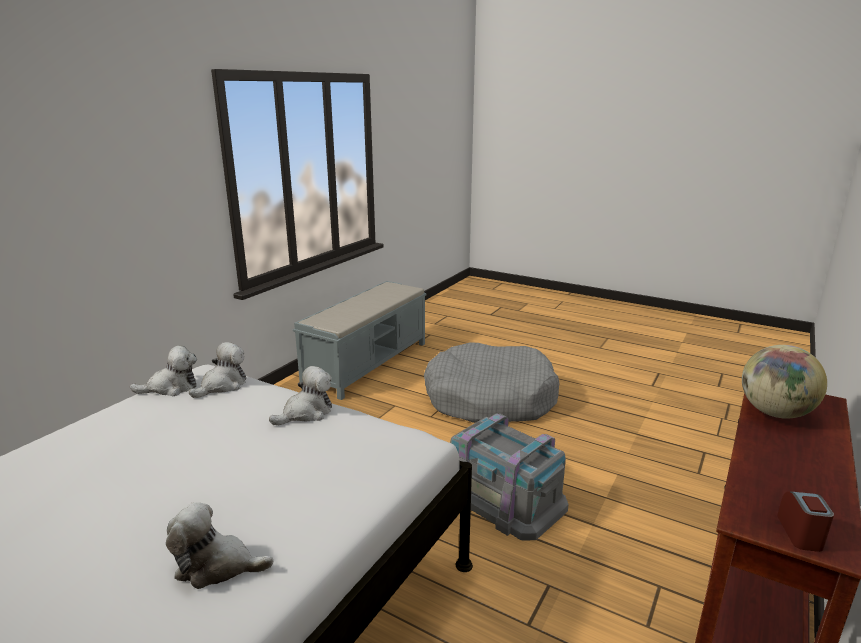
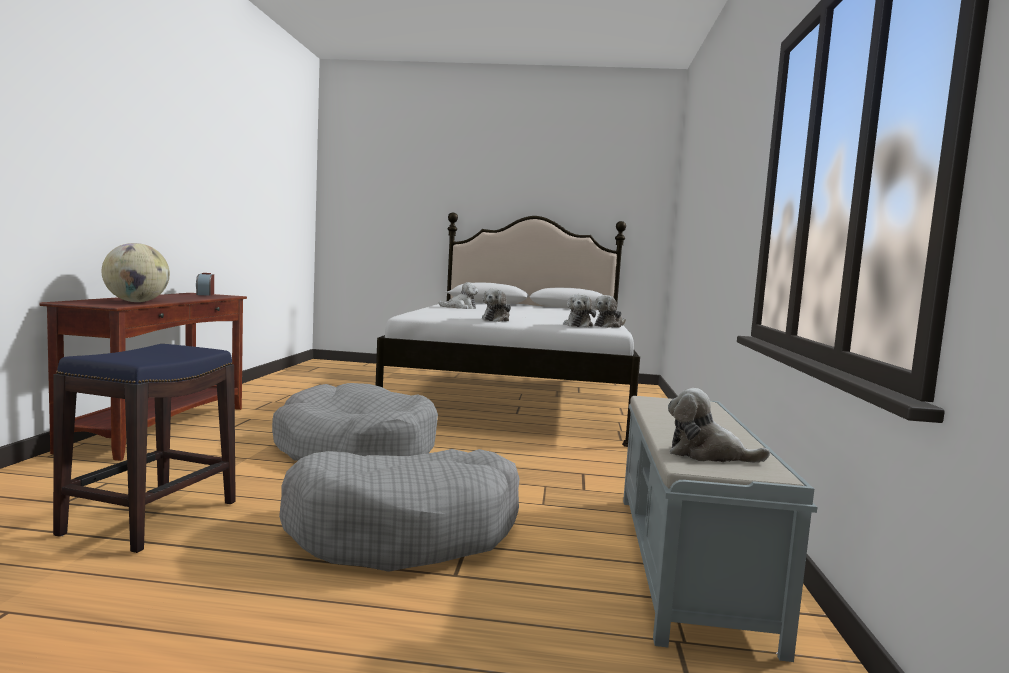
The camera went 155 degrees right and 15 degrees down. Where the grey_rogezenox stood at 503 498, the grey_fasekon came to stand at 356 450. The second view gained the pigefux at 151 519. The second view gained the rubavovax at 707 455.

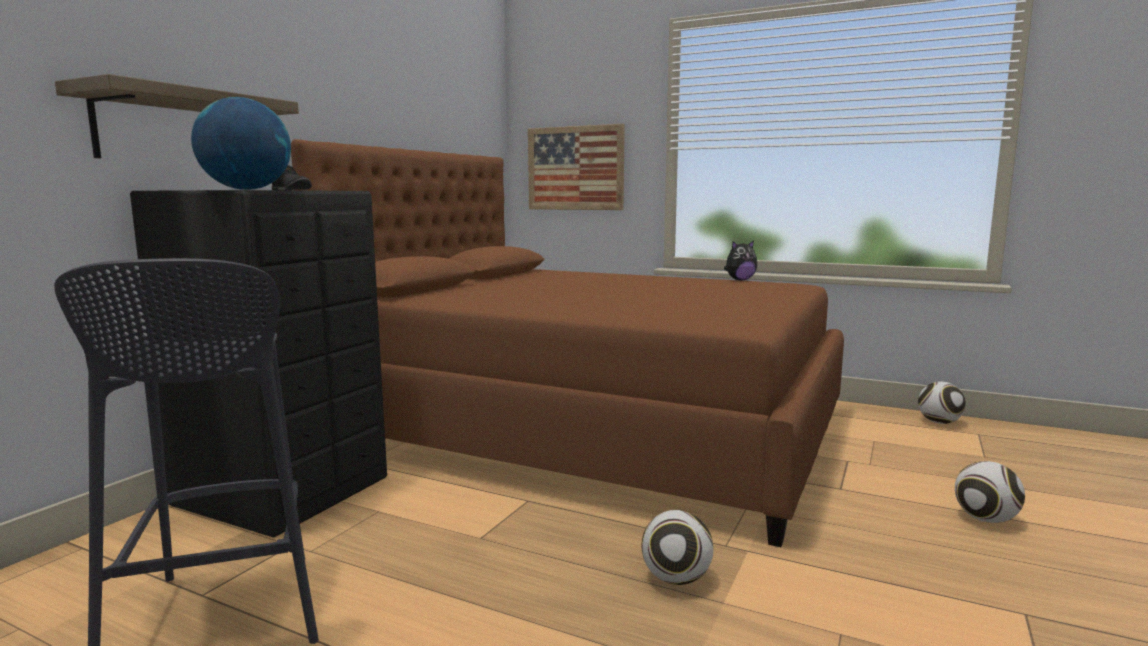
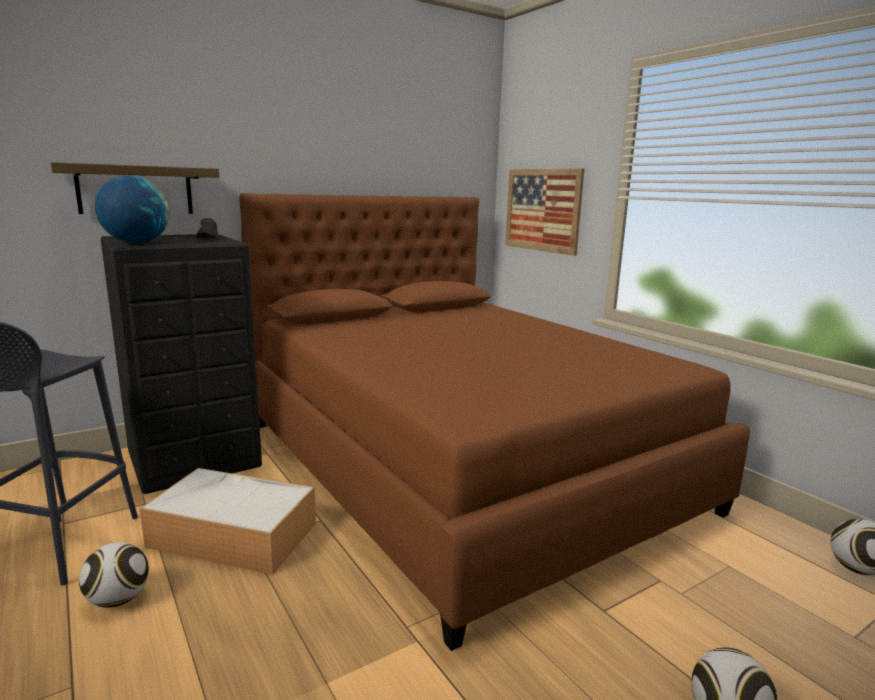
The camera went 30 degrees right and 5 degrees up. The second view lost the rubavovax at 740 280. The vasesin ended up elsewhere, having gone from 676 578 to 119 599. The second view gained the rogezenox at 231 535.

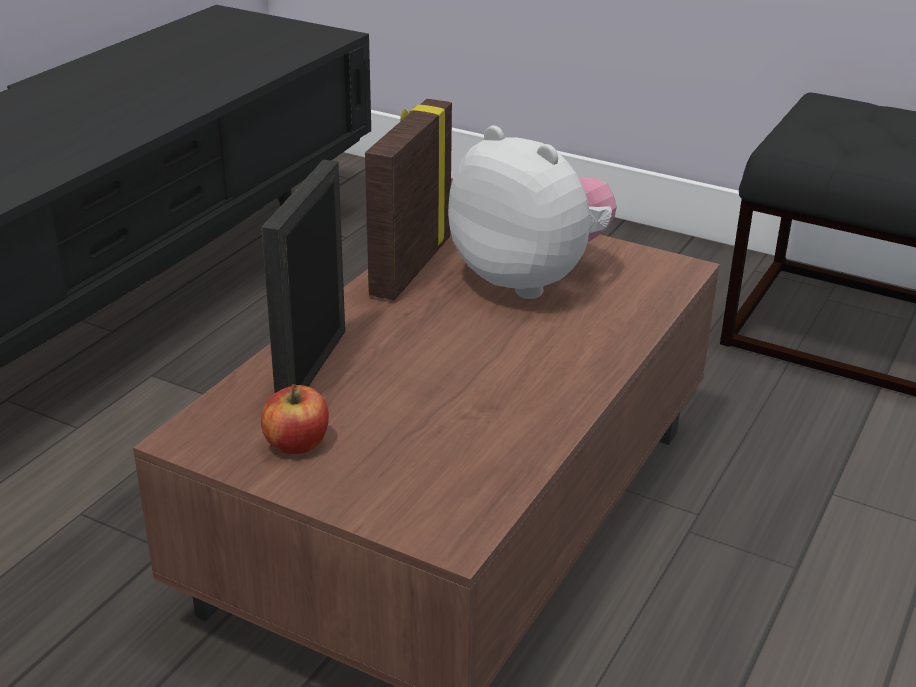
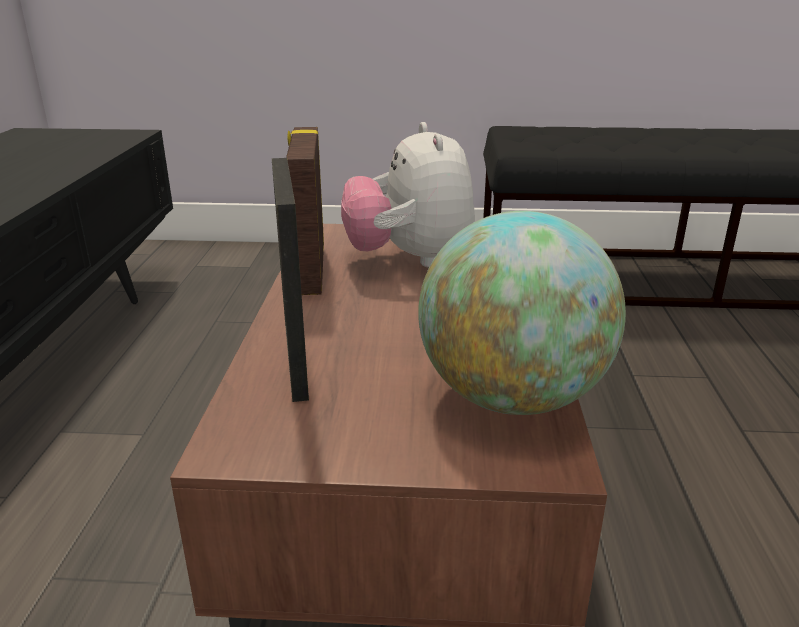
The camera went 25 degrees left and 5 degrees down. The rubavovax at 529 278 ended up facing another way, 120 degrees counterclockwise from before. The second view lost the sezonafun at 297 443. The second view gained the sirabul at 512 397.

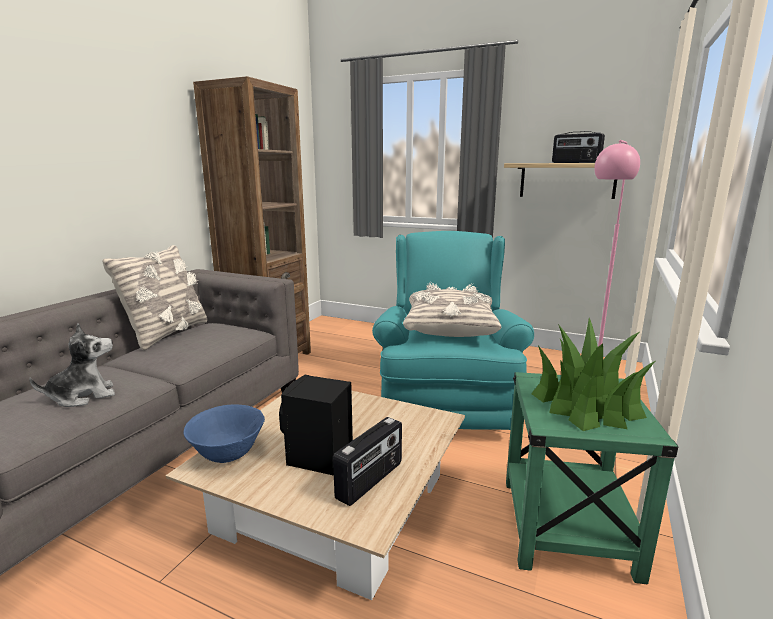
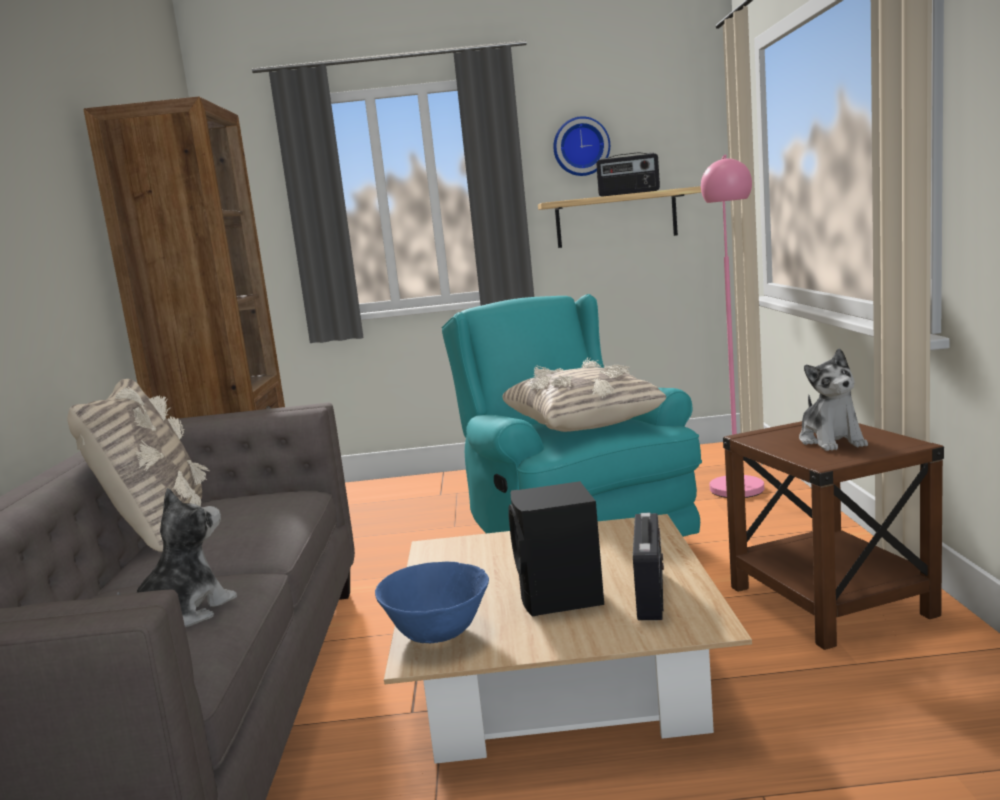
The camera went 25 degrees left and 5 degrees down. Where the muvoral stood at 586 405, the rubavovax came to stand at 831 441. What was the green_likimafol at 567 528 turned into the brown_likimafol at 830 603. The second view gained the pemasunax at 581 146.

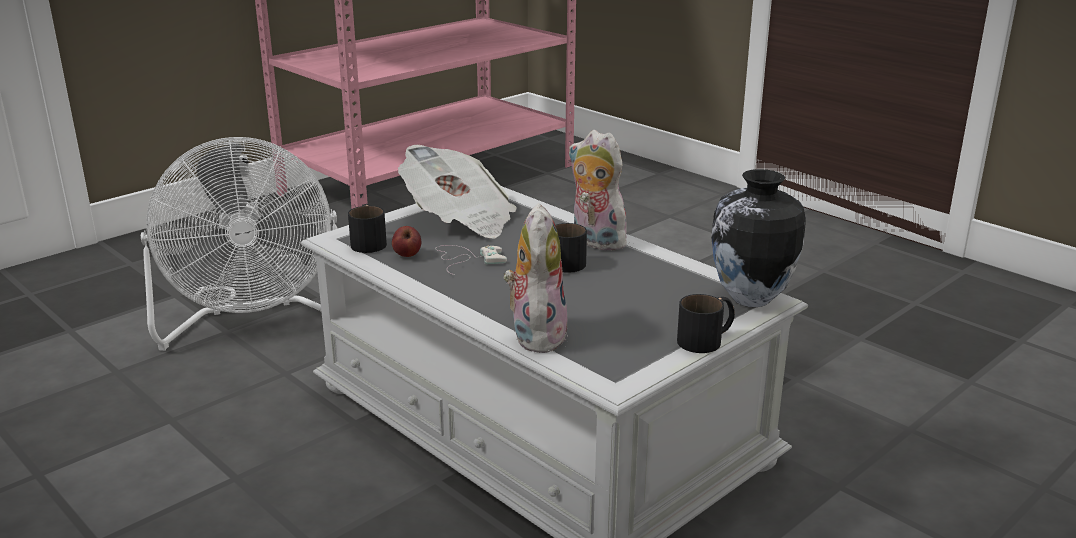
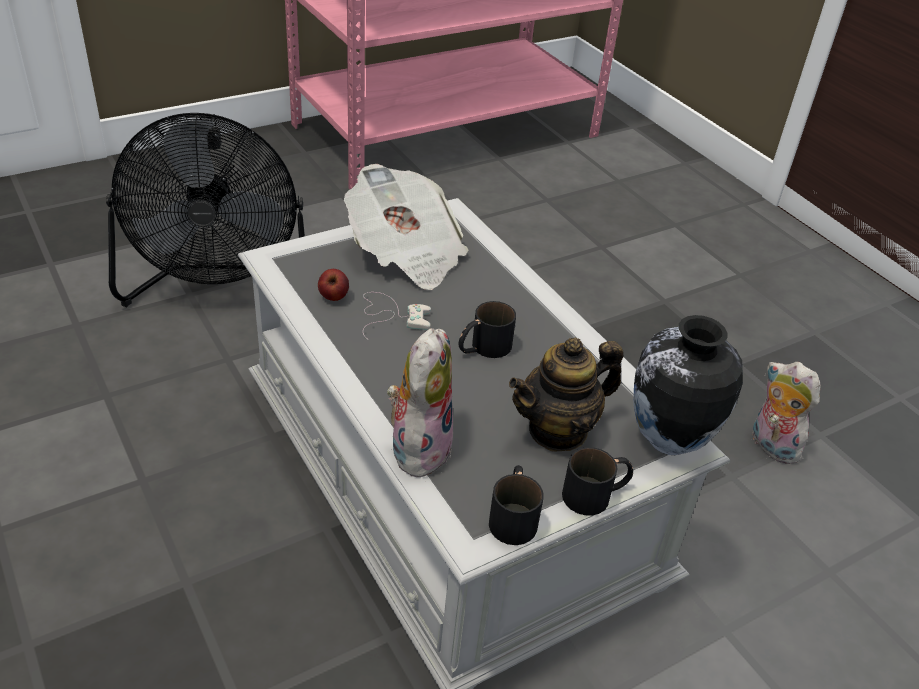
The camera went 10 degrees right and 15 degrees up. The rubavovax ended up elsewhere, having gone from 594 242 to 770 446. What was the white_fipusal at 247 320 turned into the black_fipusal at 212 283. The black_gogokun ended up elsewhere, having gone from 368 241 to 513 515. The second view gained the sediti at 558 430.

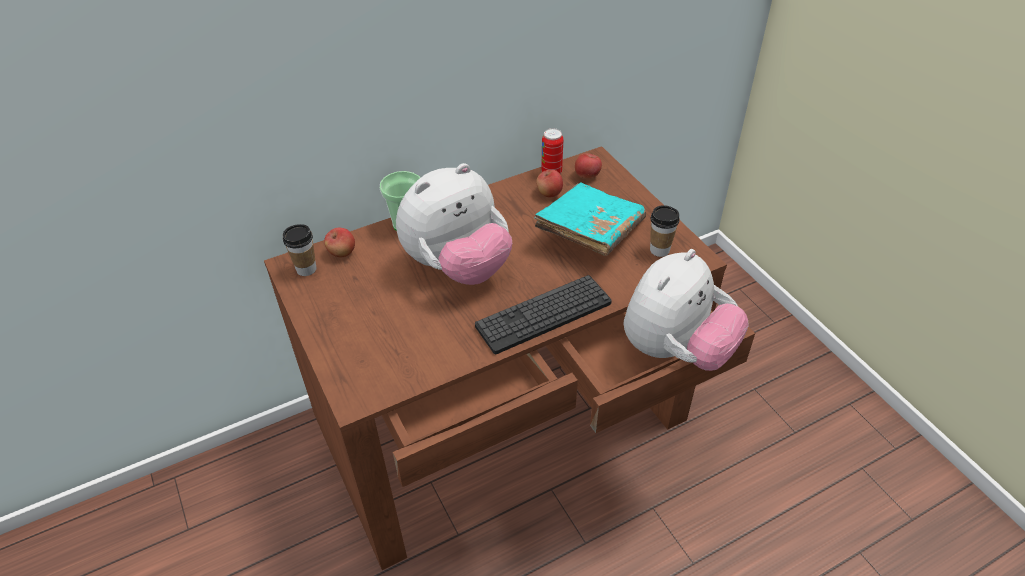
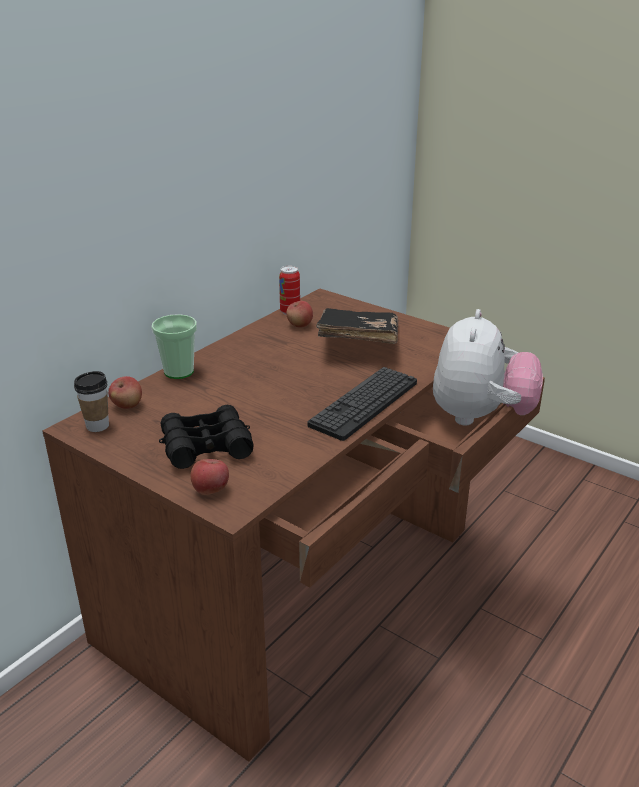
The camera went 25 degrees left and 15 degrees down. The sezonafun ended up elsewhere, having gone from 587 176 to 210 490. The second view lost the rubavovax at 458 267. What was the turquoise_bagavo at 590 232 turned into the black_bagavo at 357 342. The second view lost the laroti at 659 250. The second view gained the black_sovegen at 206 446.

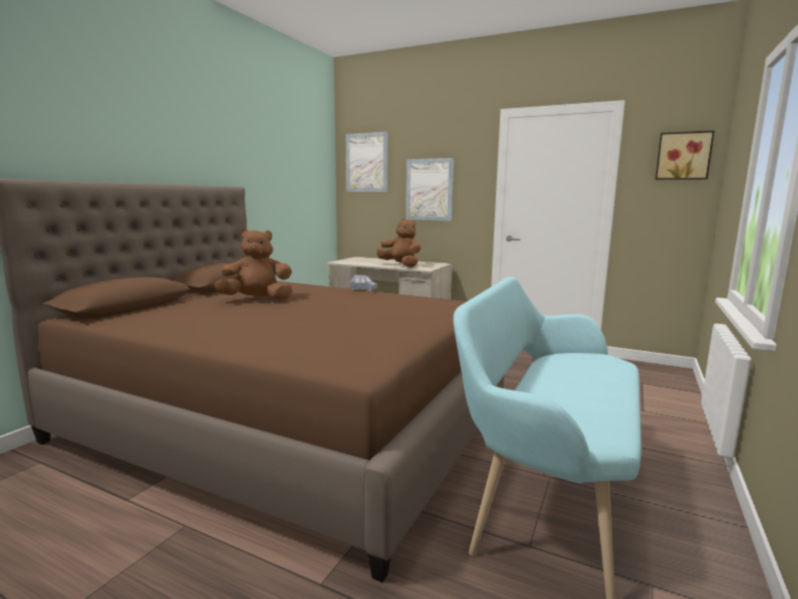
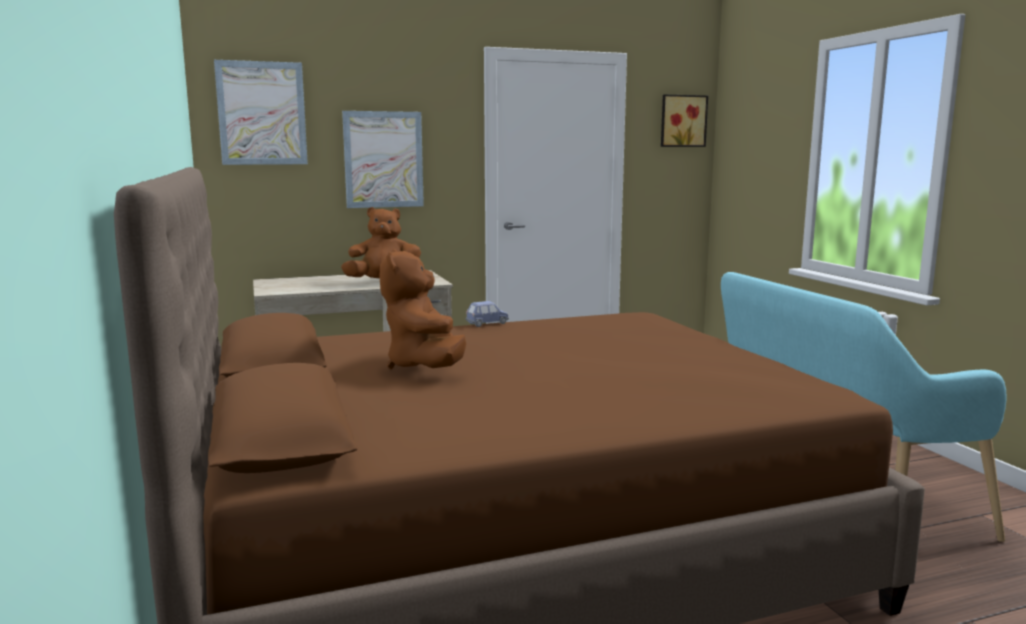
The camera went 45 degrees left and 0 degrees up. The brown_rubavovax at 257 299 ended up facing another way, 45 degrees counterclockwise from before.

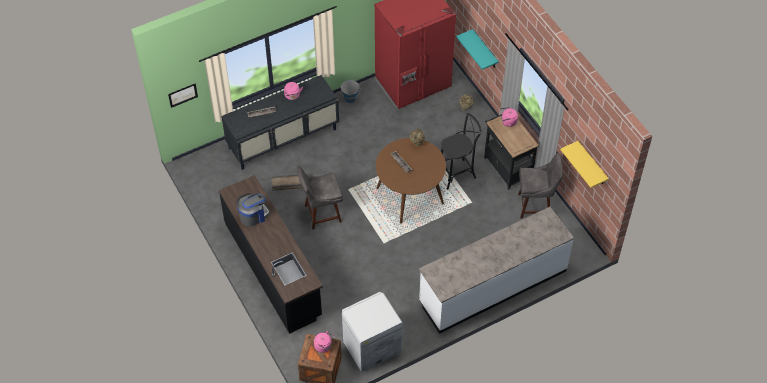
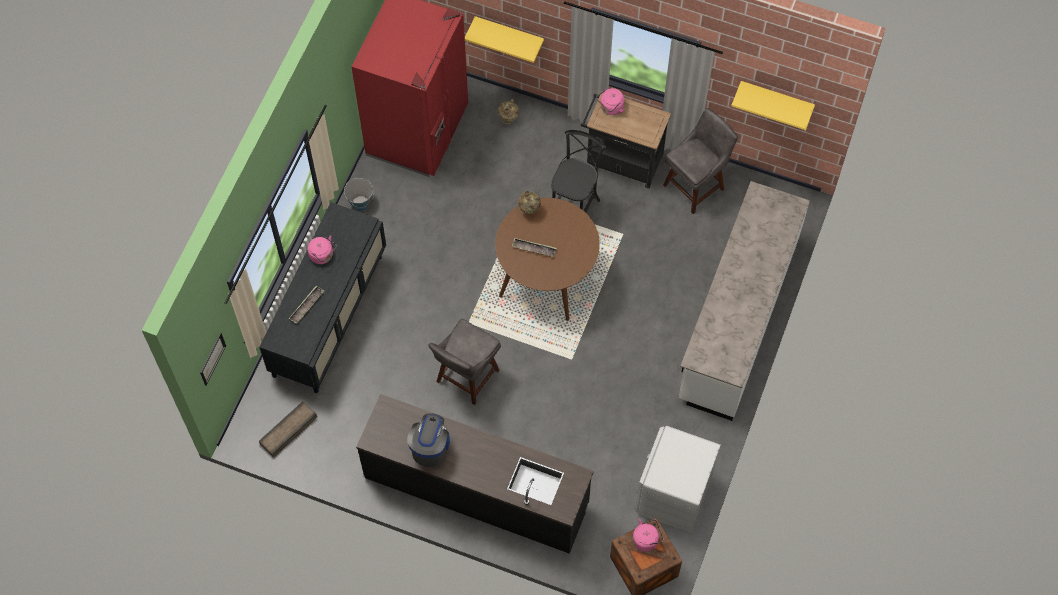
The camera went 40 degrees left and 10 degrees up. What was the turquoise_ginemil at 485 50 turned into the yellow_ginemil at 509 33. The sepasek ended up elsewhere, having gone from 291 184 to 289 431.

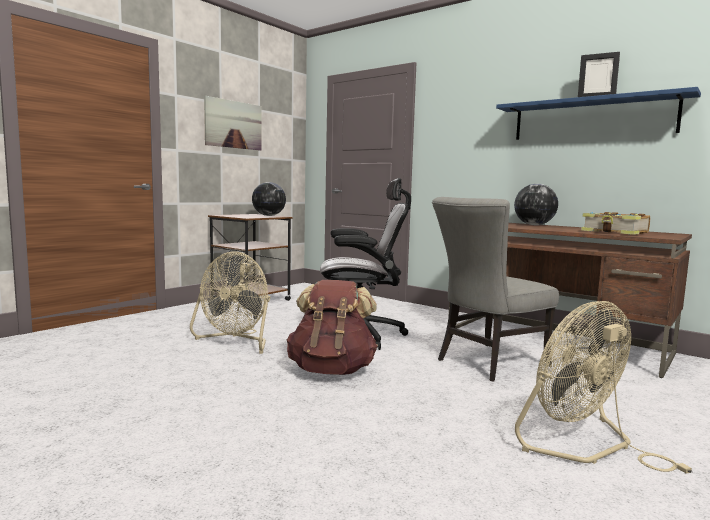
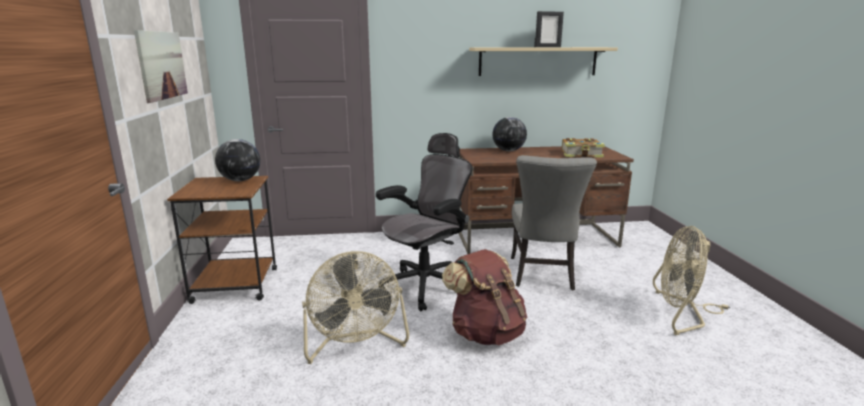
The camera went 45 degrees left and 10 degrees up. What was the blue_ginemil at 592 119 turned into the beige_ginemil at 538 61.

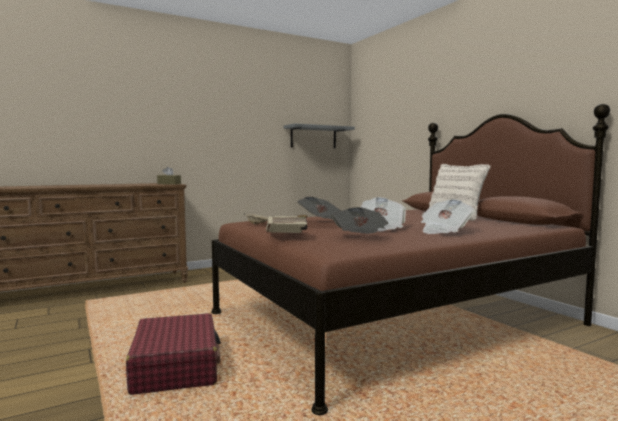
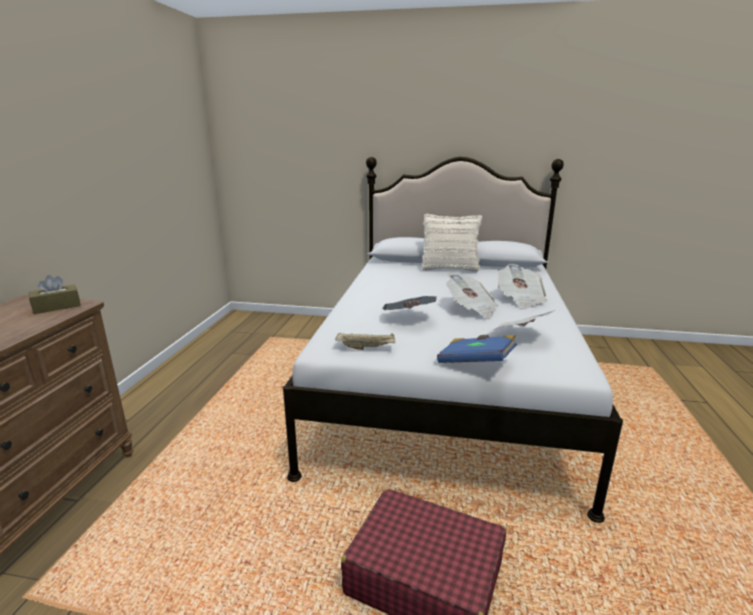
The camera went 50 degrees left and 15 degrees up. What was the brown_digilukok at 396 319 turned into the white_digilukok at 446 386. The second view lost the grey_ginemil at 313 137. What was the beige_bagavo at 287 237 turned into the blue_bagavo at 475 362.

